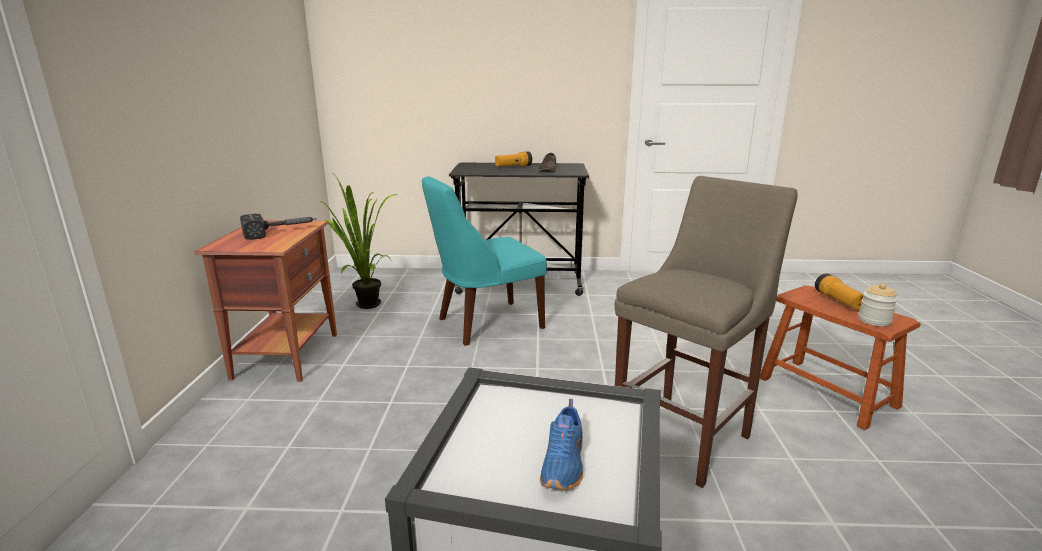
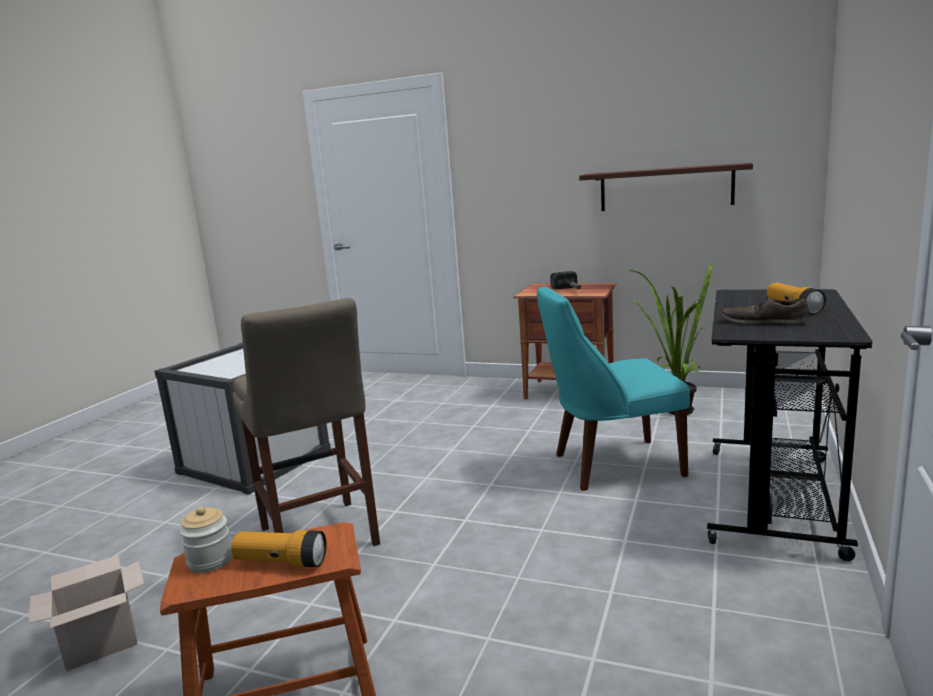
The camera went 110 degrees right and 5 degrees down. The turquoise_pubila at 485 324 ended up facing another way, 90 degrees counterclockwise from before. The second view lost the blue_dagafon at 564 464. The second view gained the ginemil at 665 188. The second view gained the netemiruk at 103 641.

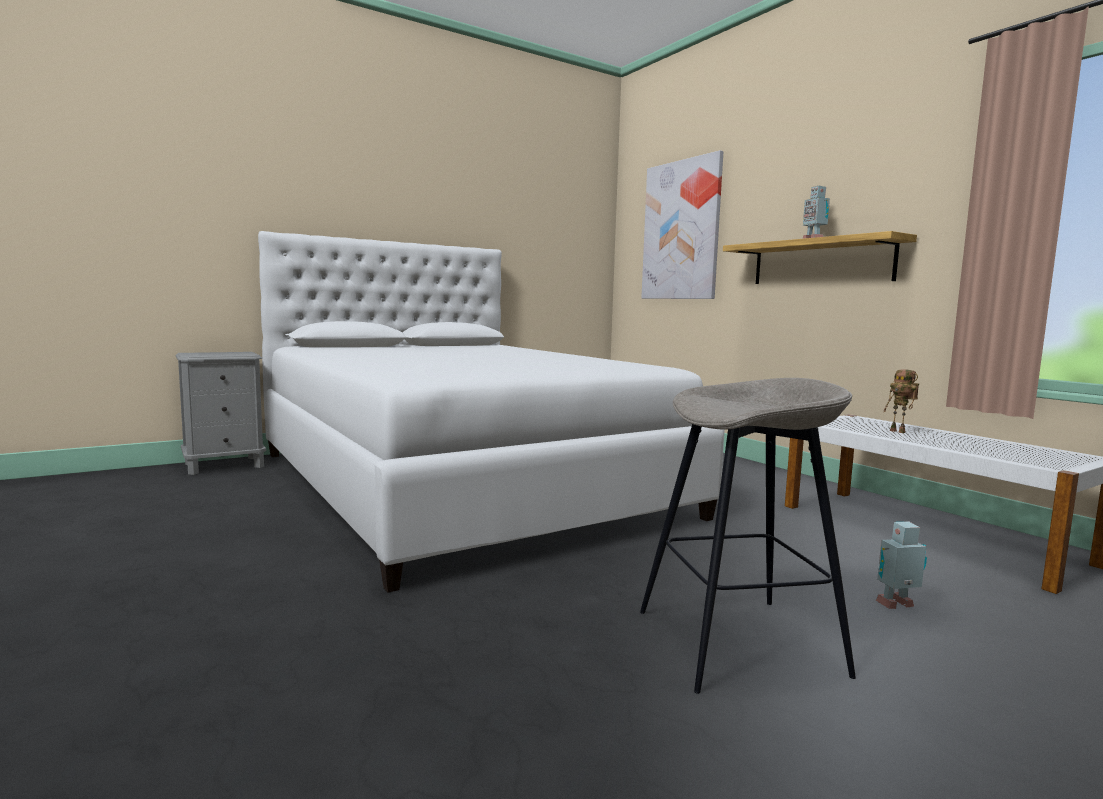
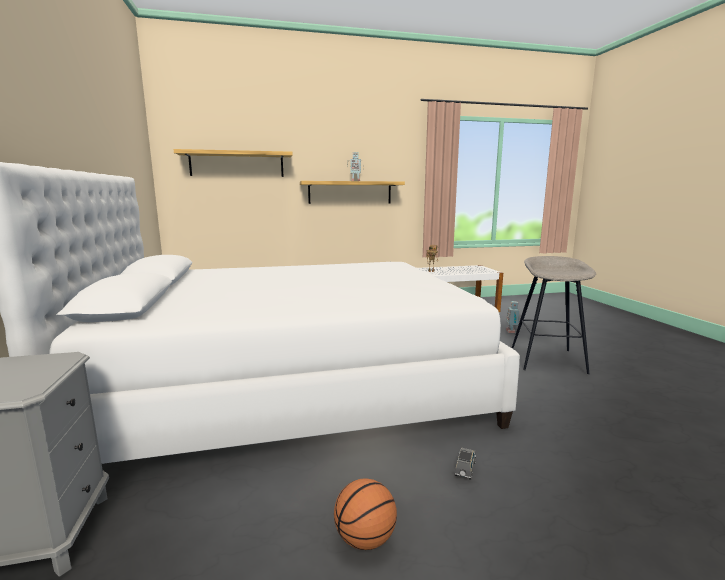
The camera went 70 degrees left and 5 degrees up. Where the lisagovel hung at 681 230, the ginemil came to hang at 237 164. The second view gained the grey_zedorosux at 465 469. The second view gained the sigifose at 365 539.

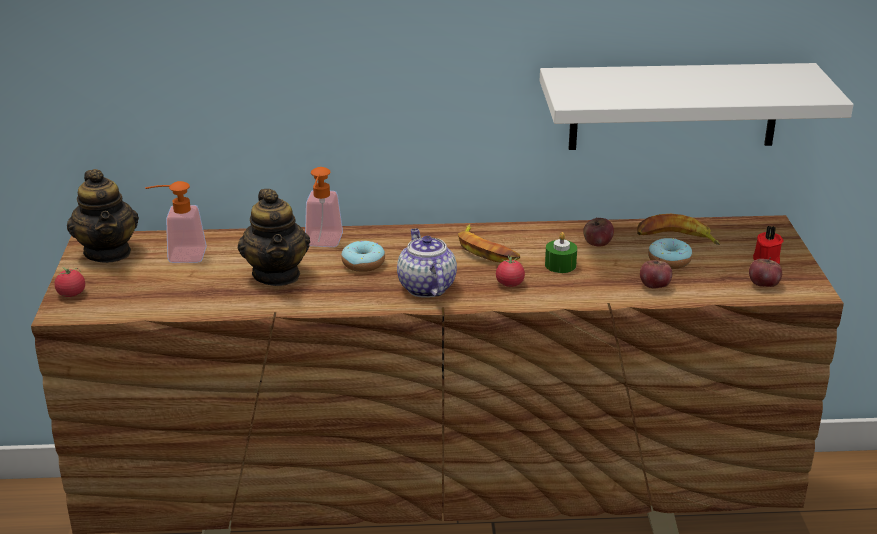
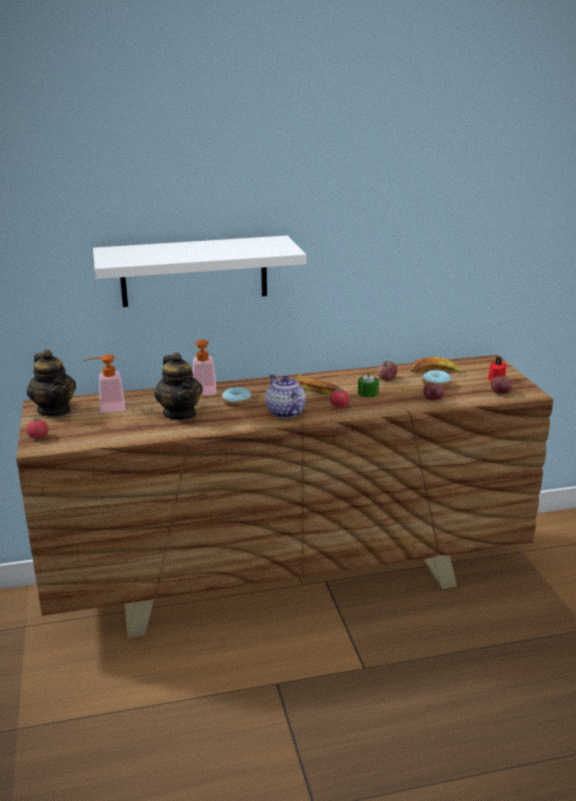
The camera went 10 degrees left and 5 degrees down. The white_ginemil ended up elsewhere, having gone from 674 106 to 194 271.

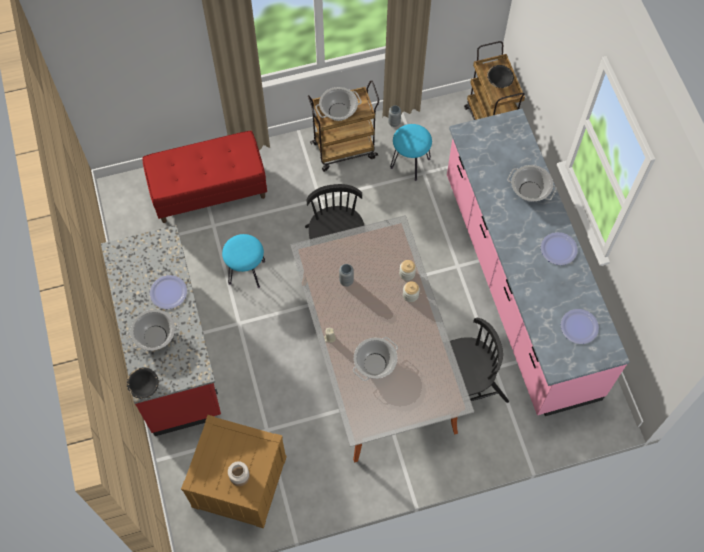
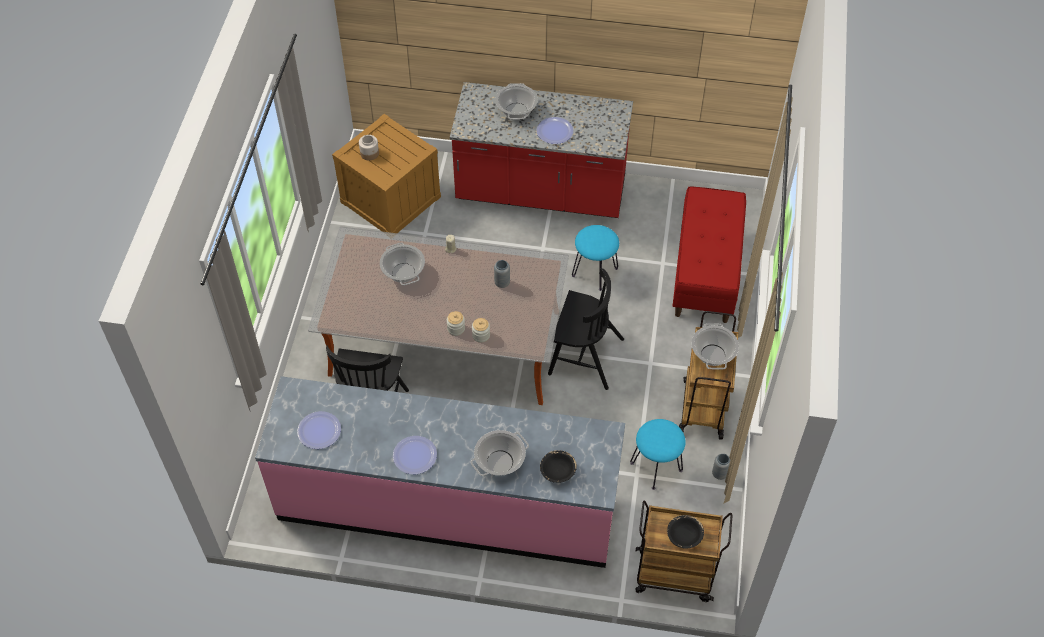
The camera went 115 degrees right and 10 degrees down. The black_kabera ended up elsewhere, having gone from 144 386 to 558 471.

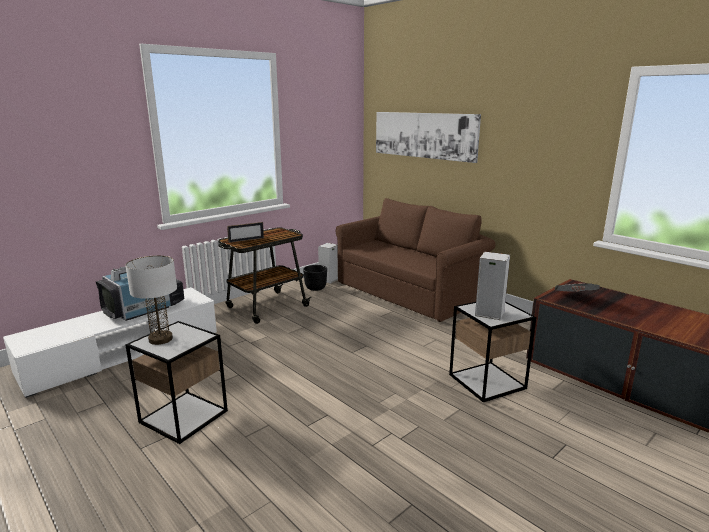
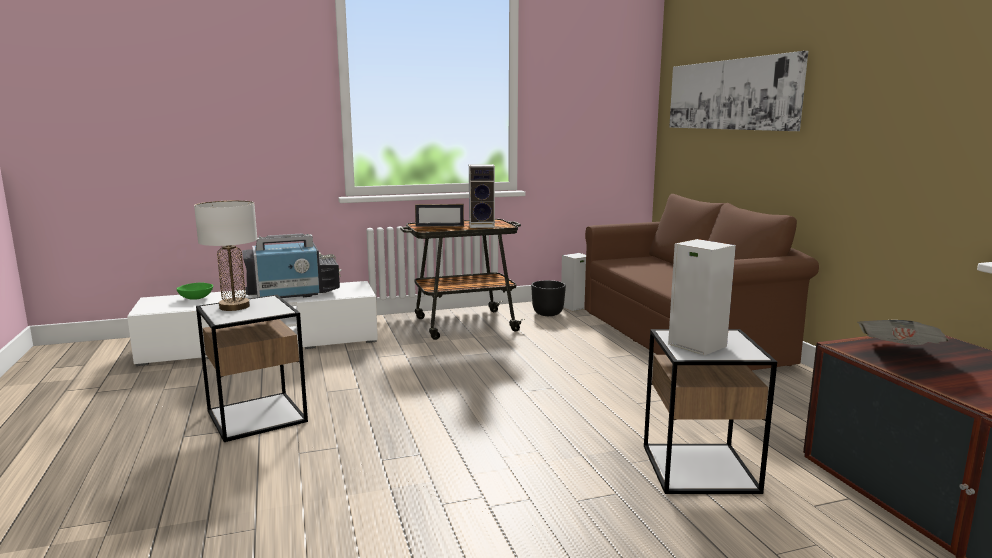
The camera went 25 degrees right and 5 degrees down. The second view gained the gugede at 483 225. The second view gained the green_kabera at 196 298.

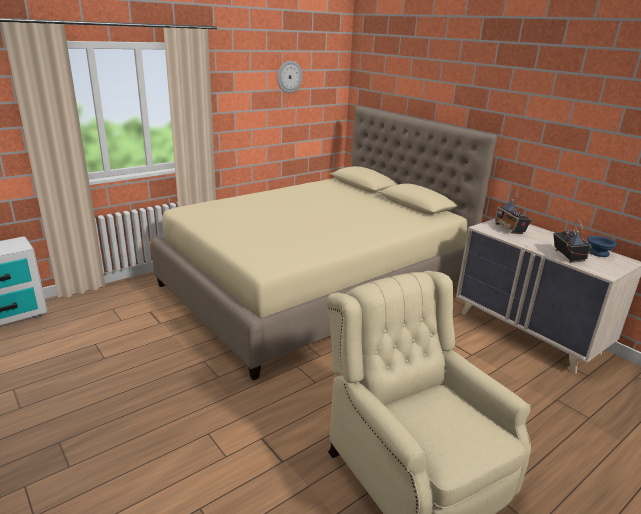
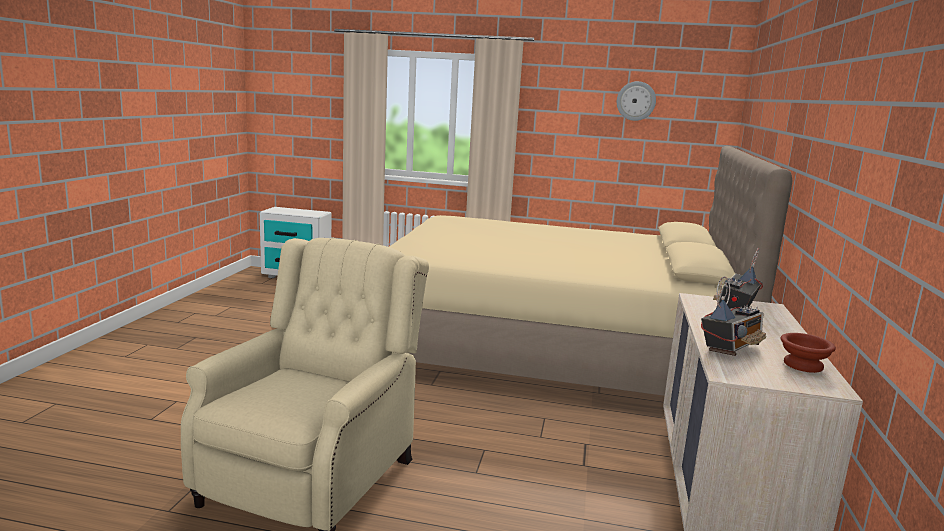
The camera went 50 degrees right and 10 degrees down. What was the blue_kabera at 598 253 turned into the brown_kabera at 805 365.

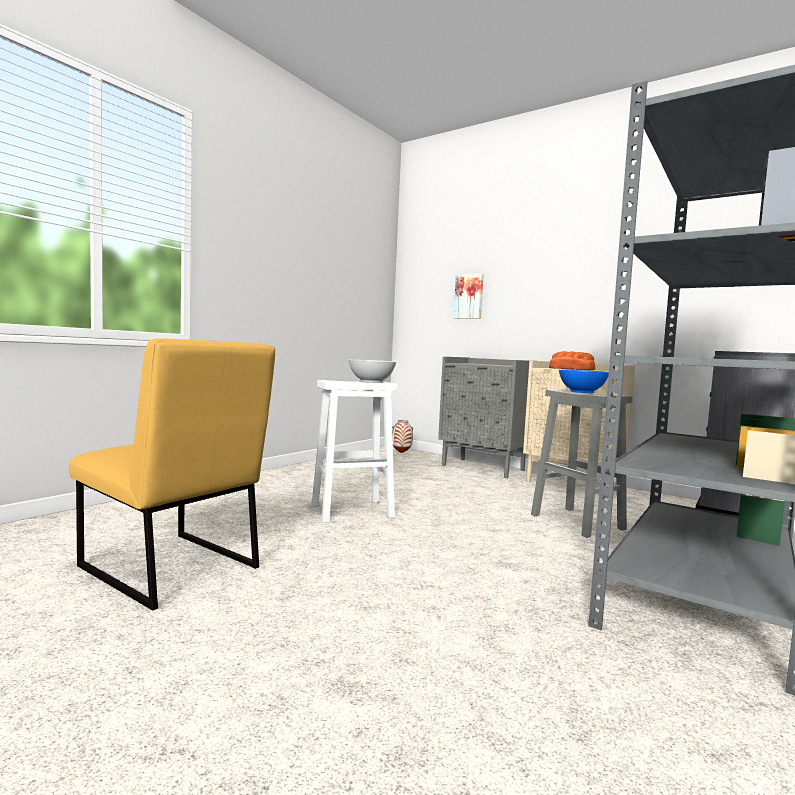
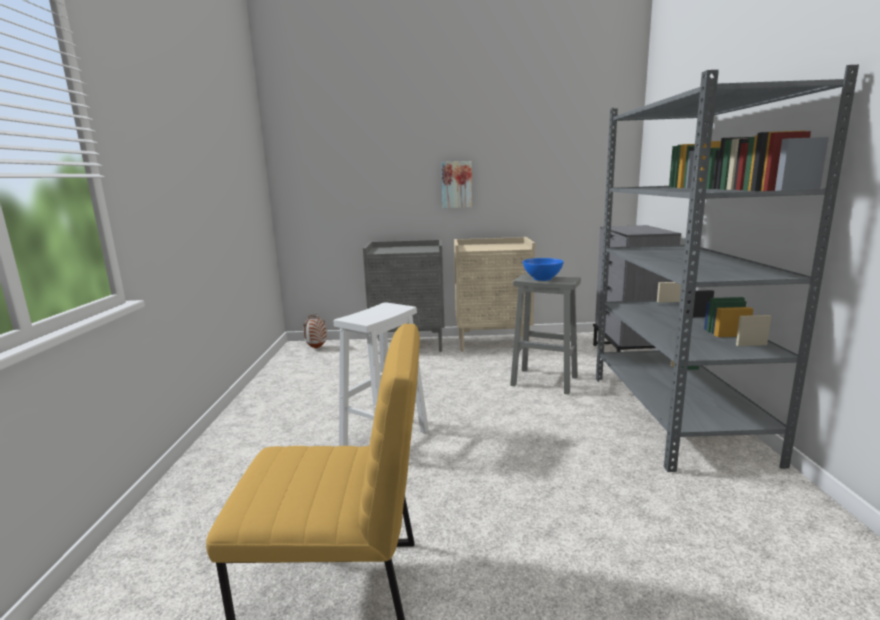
The camera went 35 degrees left and 10 degrees up. The lisagovel ended up elsewhere, having gone from 469 296 to 456 184. The second view lost the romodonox at 571 369. The second view lost the white_kabera at 371 381.

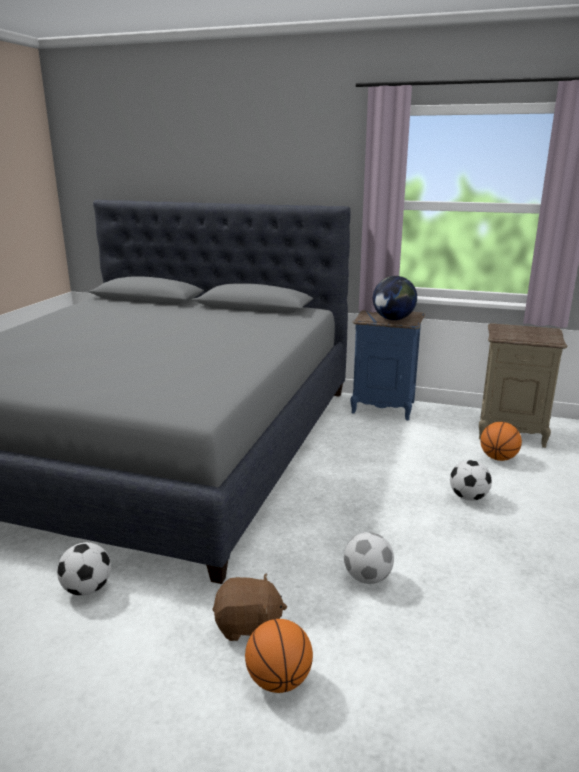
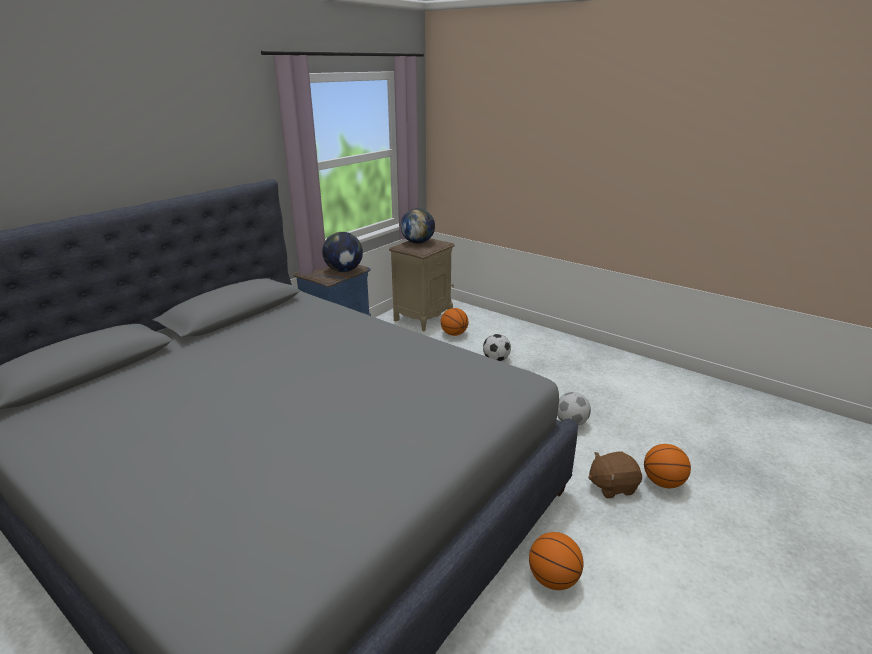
The camera went 70 degrees left and 5 degrees up. Where the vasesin stood at 87 589, the sigifose came to stand at 553 578. The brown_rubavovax at 248 625 ended up facing another way, 120 degrees counterclockwise from before. The second view gained the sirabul at 418 242.

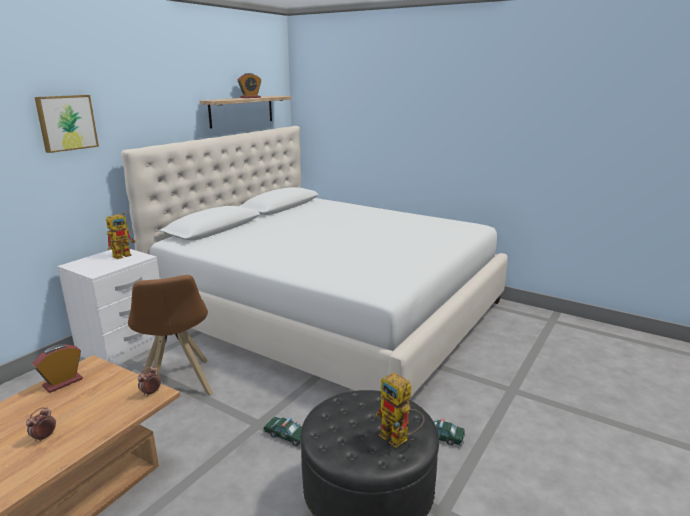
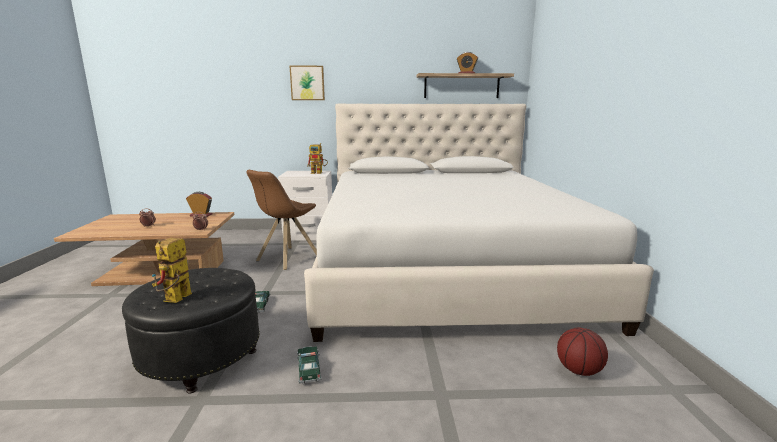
The camera went 55 degrees right and 5 degrees down. The second view gained the sigifose at 579 370.

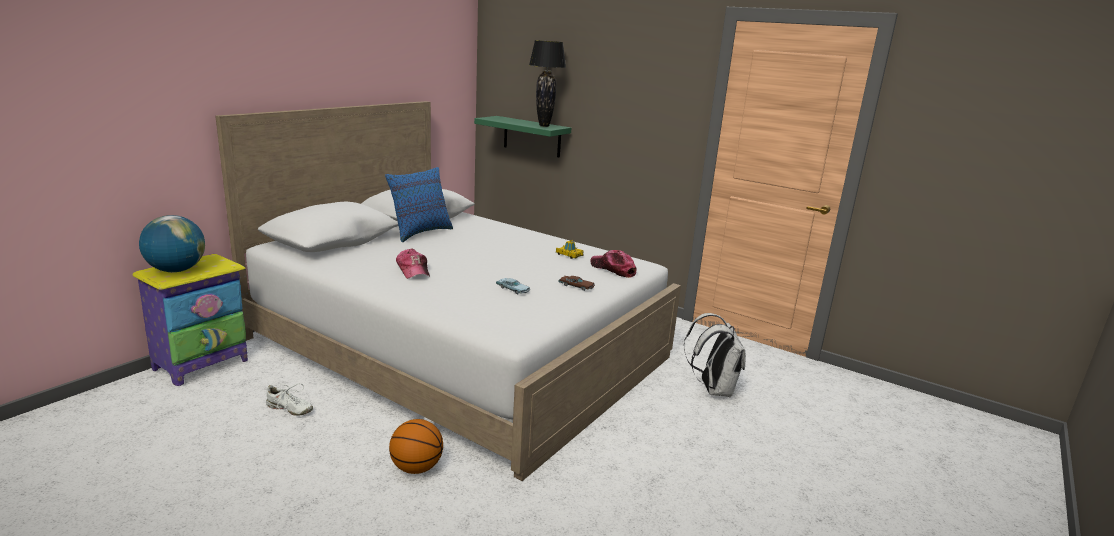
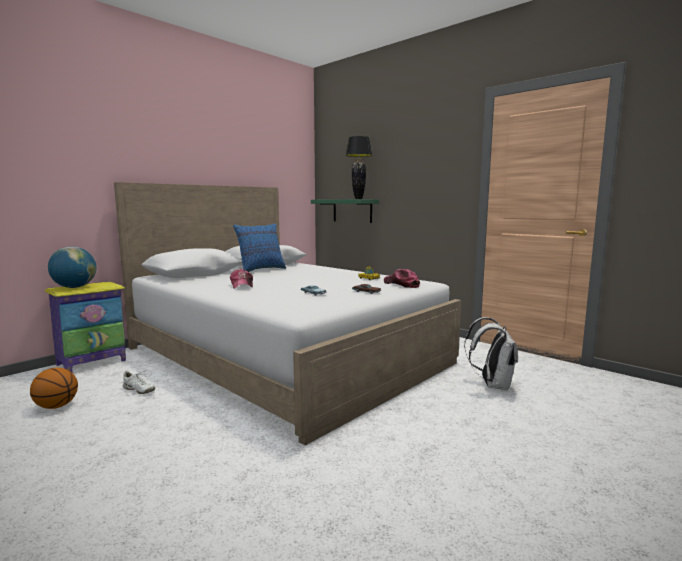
The camera went 10 degrees right and 10 degrees down. The sigifose ended up elsewhere, having gone from 416 467 to 56 406.

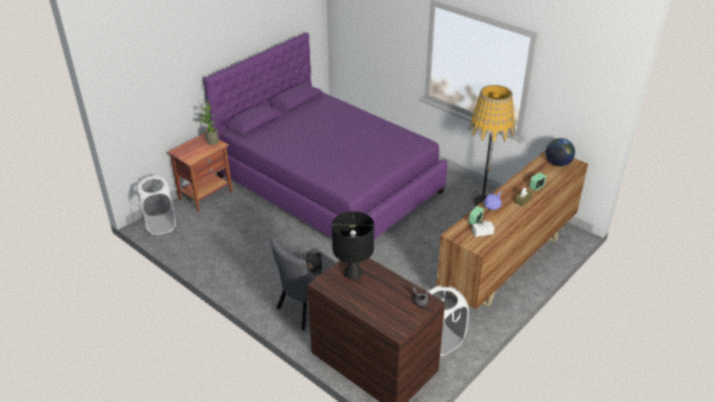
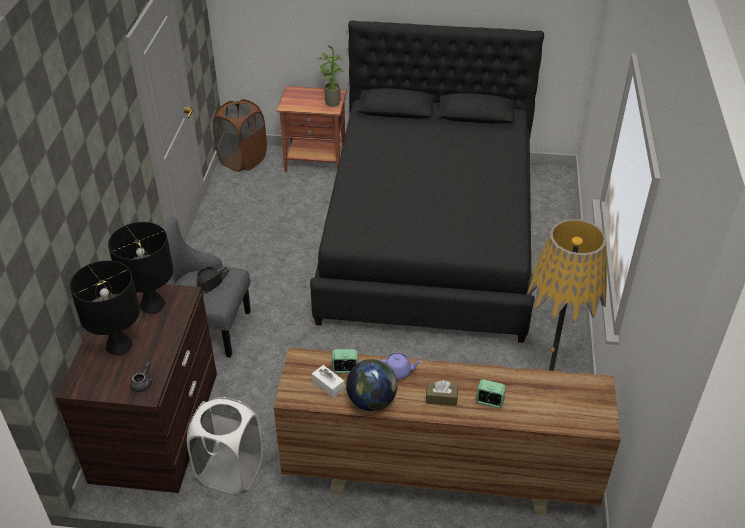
The camera went 55 degrees right and 5 degrees up. What was the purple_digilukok at 328 184 turned into the black_digilukok at 429 236. The sirabul ended up elsewhere, having gone from 558 163 to 372 401. What was the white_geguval at 161 224 turned into the brown_geguval at 243 160. The second view gained the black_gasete at 119 347.

